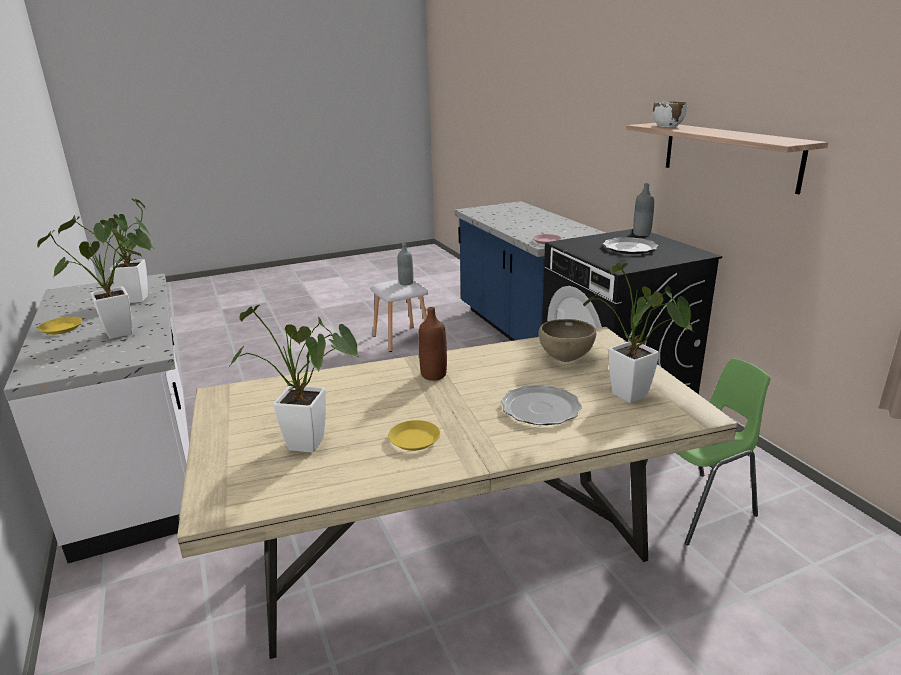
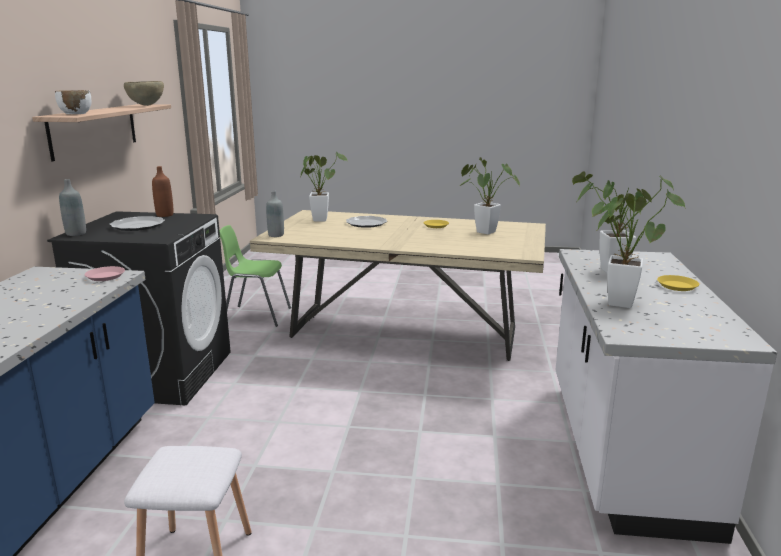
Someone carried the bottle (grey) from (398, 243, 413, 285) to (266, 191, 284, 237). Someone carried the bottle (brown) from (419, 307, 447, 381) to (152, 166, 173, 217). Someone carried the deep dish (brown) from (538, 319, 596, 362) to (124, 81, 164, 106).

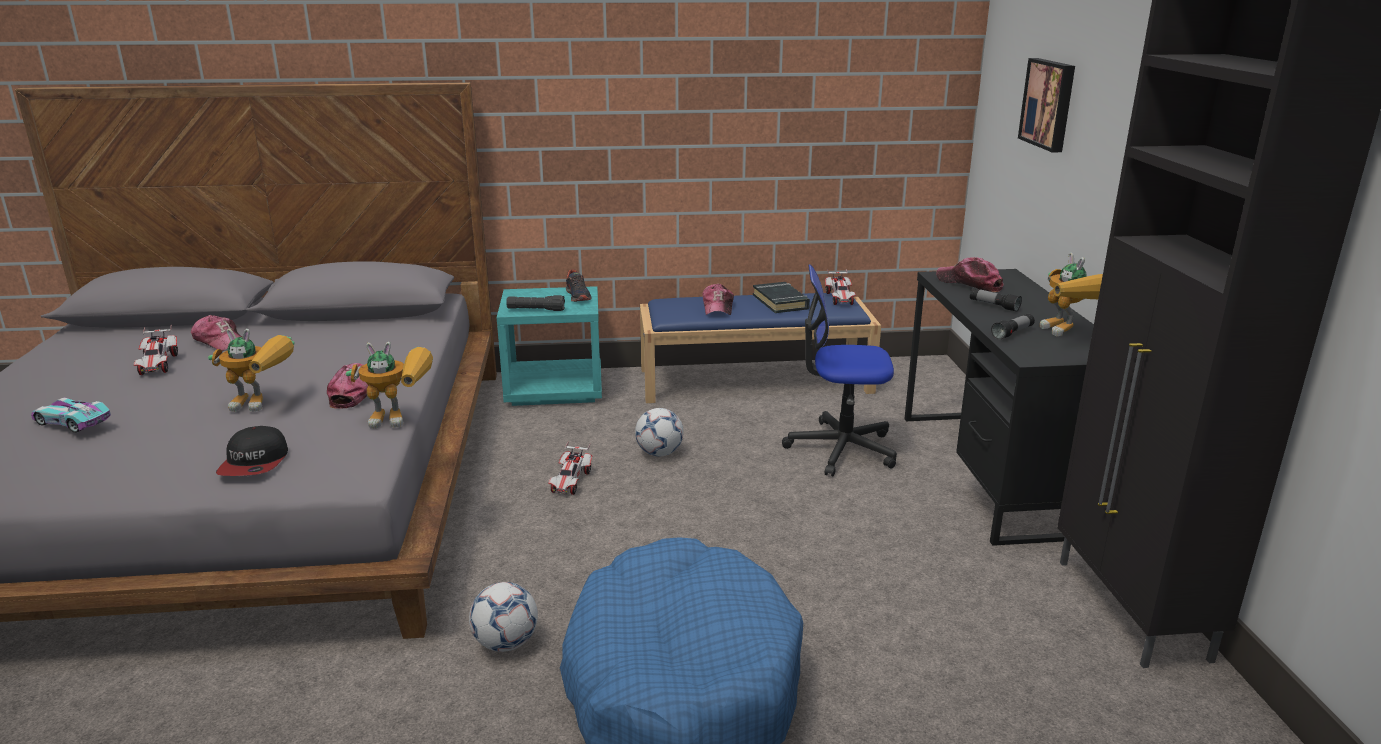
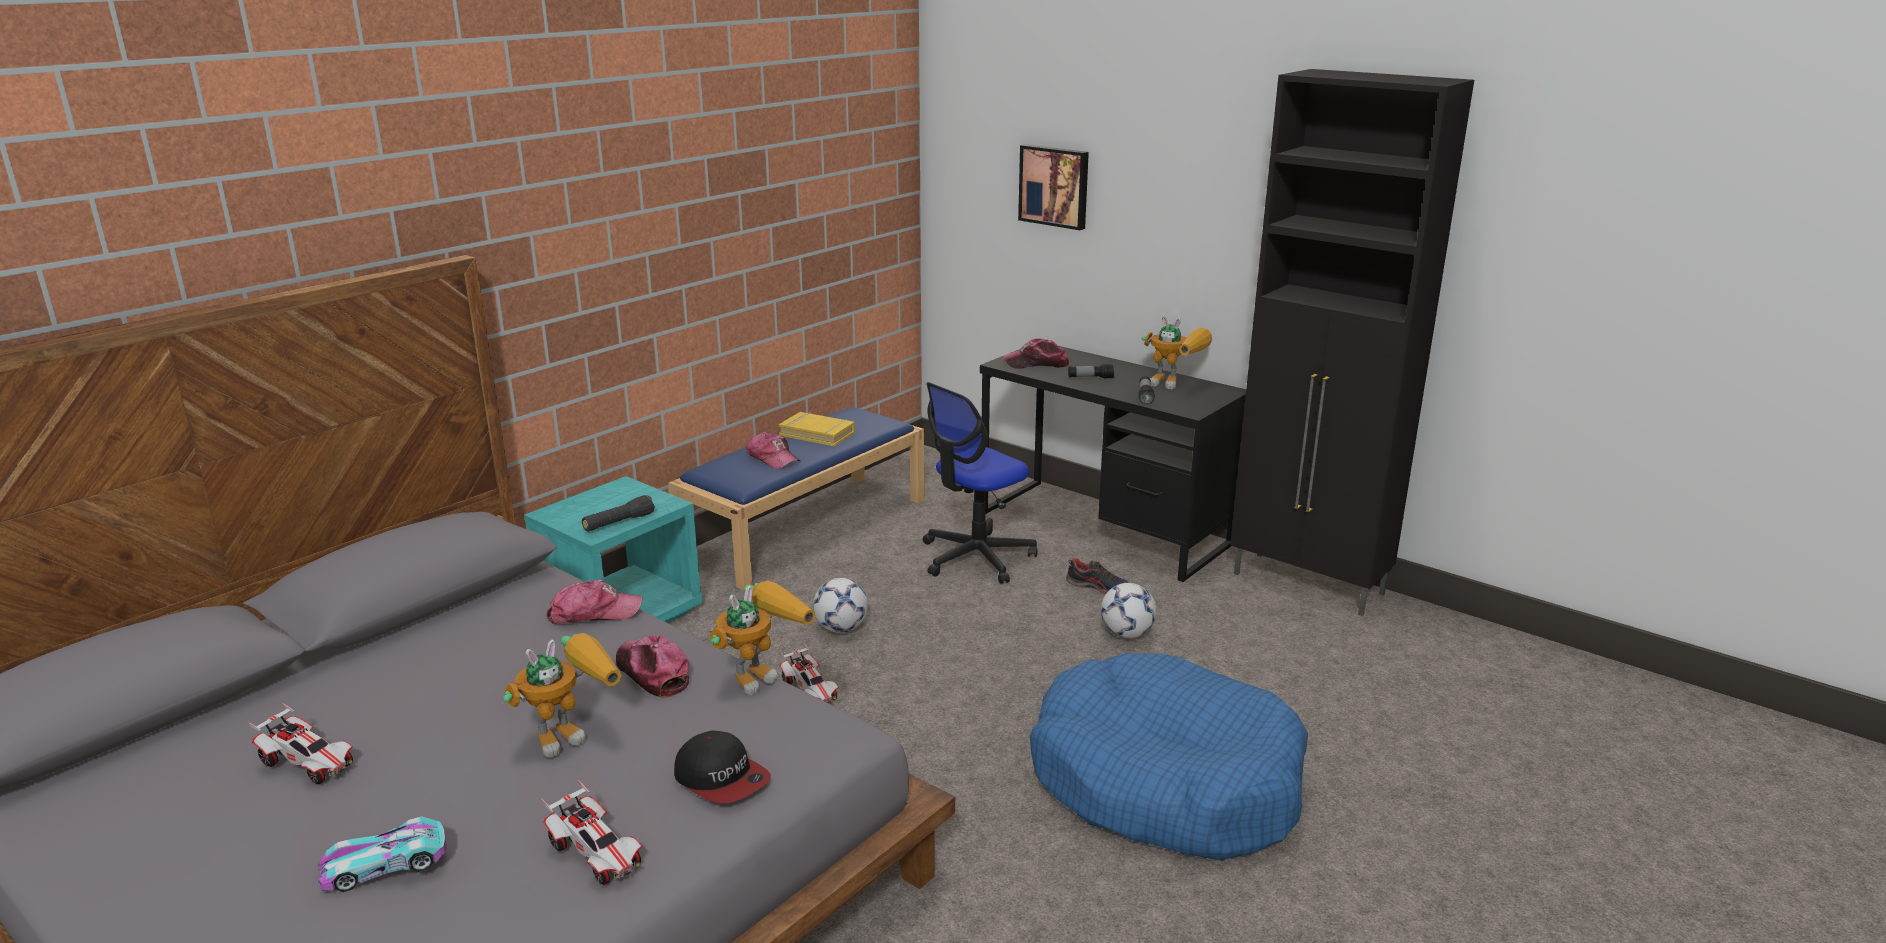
Someone carried the baseball cap from (191, 315, 242, 351) to (546, 579, 642, 624). Someone carried the football from (469, 582, 538, 652) to (1101, 583, 1157, 638). Someone carried the shoe from (566, 270, 591, 302) to (1066, 558, 1129, 594). Someone repainted the volume (blackish) at (753, 282, 810, 313), which became the volume (yellow-coloured) at (779, 412, 855, 446). Someone carried the miniature car from (825, 269, 856, 305) to (541, 780, 642, 885).

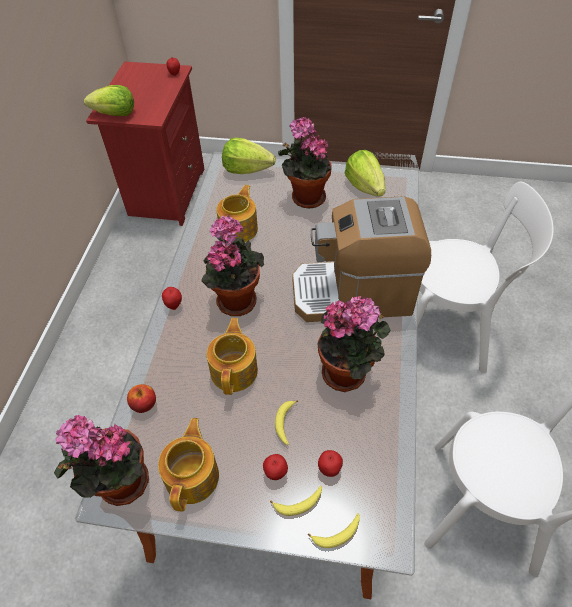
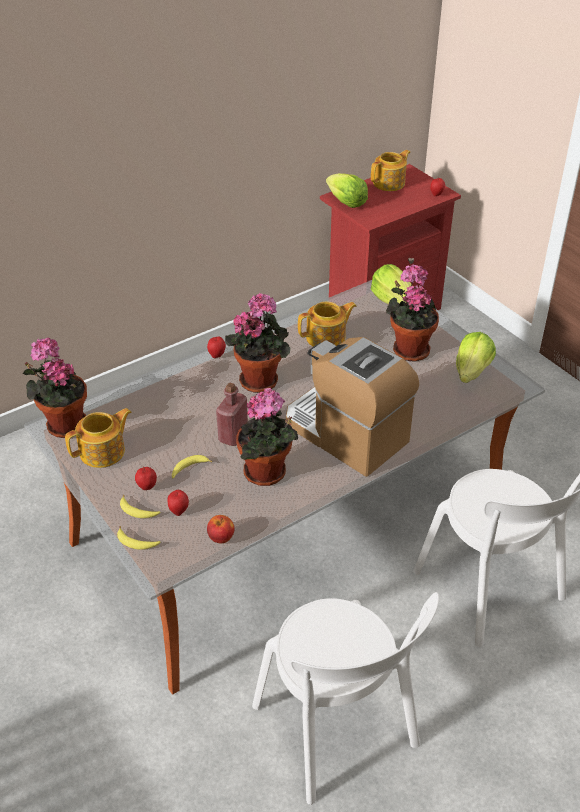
Someone carried the whole apple from (127, 384, 156, 413) to (207, 515, 235, 544). Someone carried the teapot from (207, 318, 258, 395) to (371, 150, 410, 191). Someone put down the bottle (red-coloured) at (216, 383, 248, 446).

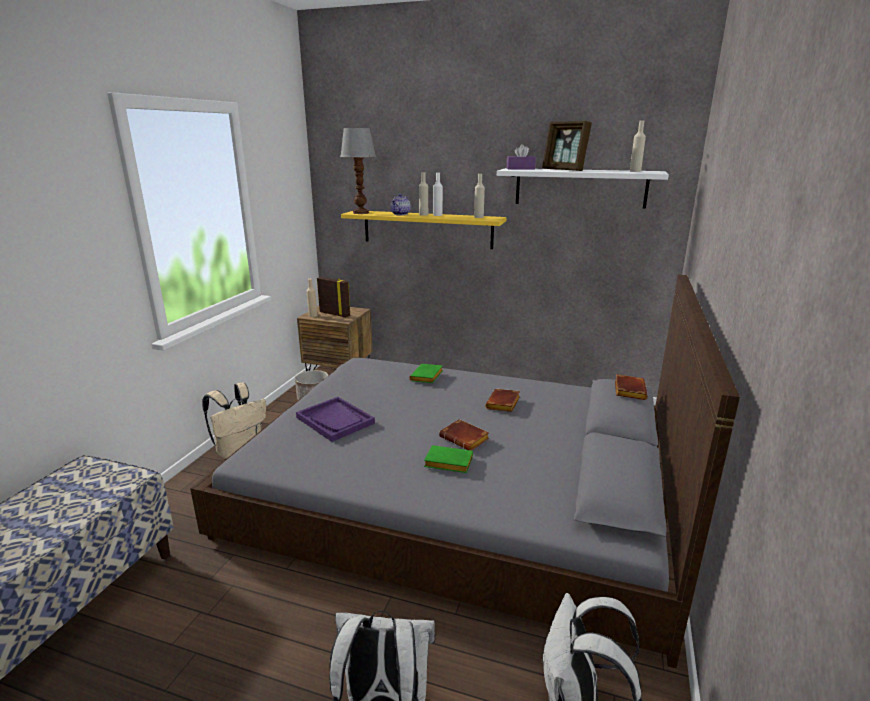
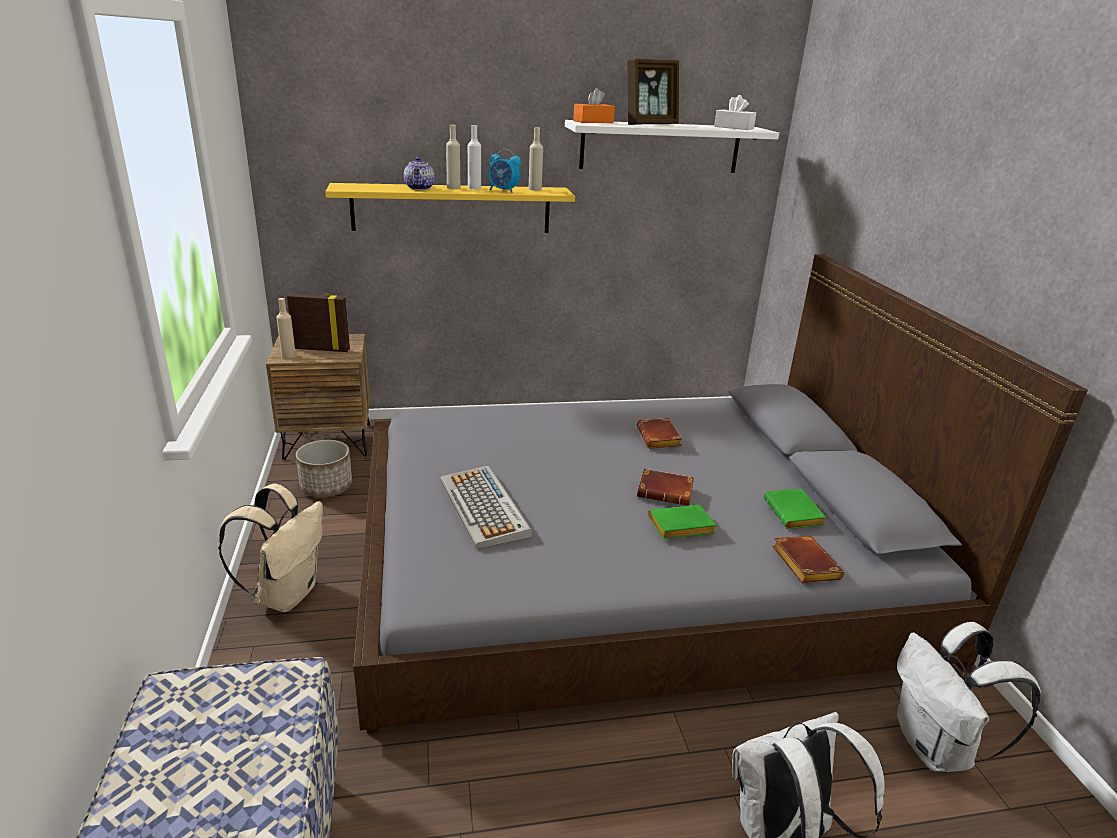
Someone swapped the carrying tray (purplish) at (296, 397, 375, 442) for the keyboard at (440, 465, 532, 549). Someone took away the table lamp at (340, 128, 376, 214). Someone carried the volume (greenish) from (409, 364, 443, 383) to (764, 488, 826, 529). Someone repainted the box of tissues (purplish) at (507, 144, 536, 170), which became the box of tissues (orangey) at (573, 88, 615, 123). Someone rotated the standing frame at (542, 121, 592, 171) by 60 degrees counterclockwise. Someone carried the volume (brown) from (615, 374, 648, 400) to (772, 536, 844, 583). Someone swapped the bottle (beige) at (630, 120, 646, 172) for the box of tissues (white) at (714, 95, 756, 130). Someone put down the bedside clock at (488, 149, 521, 193).

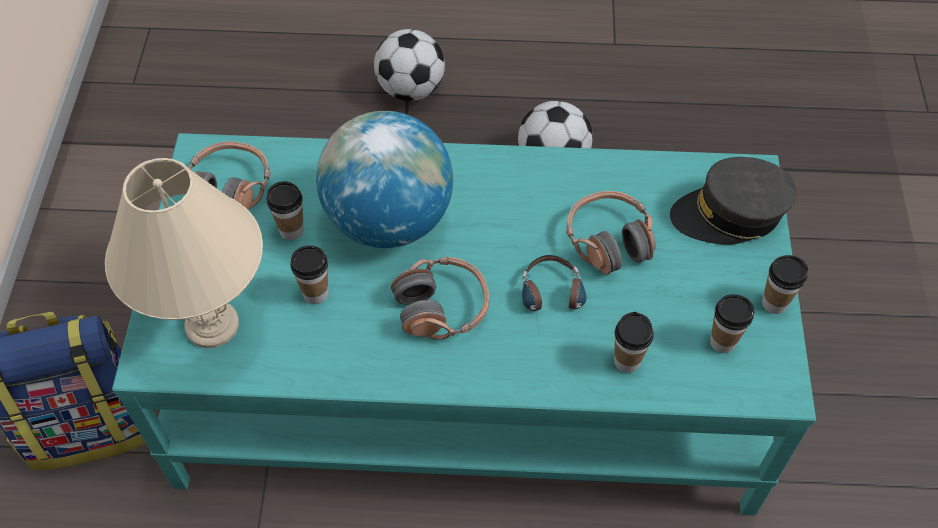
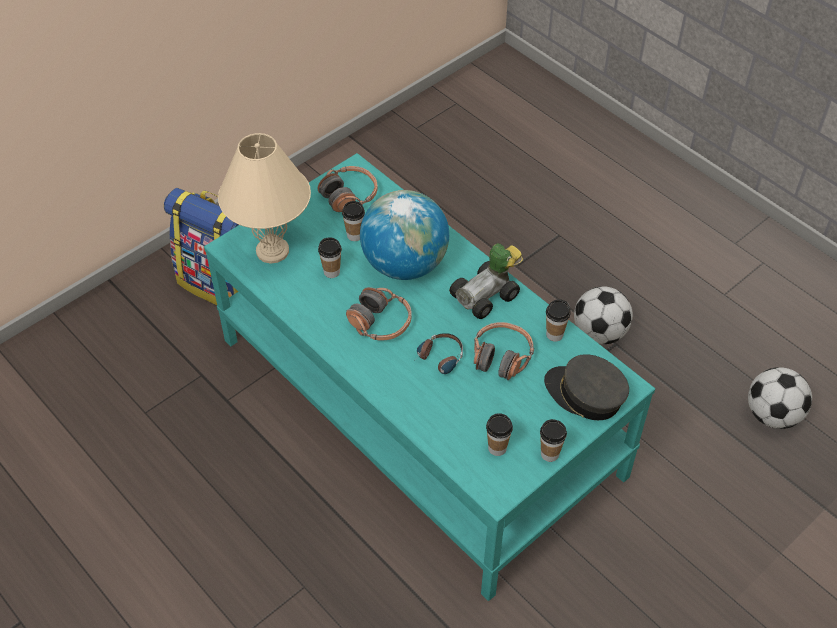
Someone carried the football from (374, 29, 445, 101) to (748, 367, 812, 429). Someone carried the drinking cup from (614, 312, 654, 373) to (546, 299, 571, 342). Someone put down the miniature car at (449, 243, 523, 319).

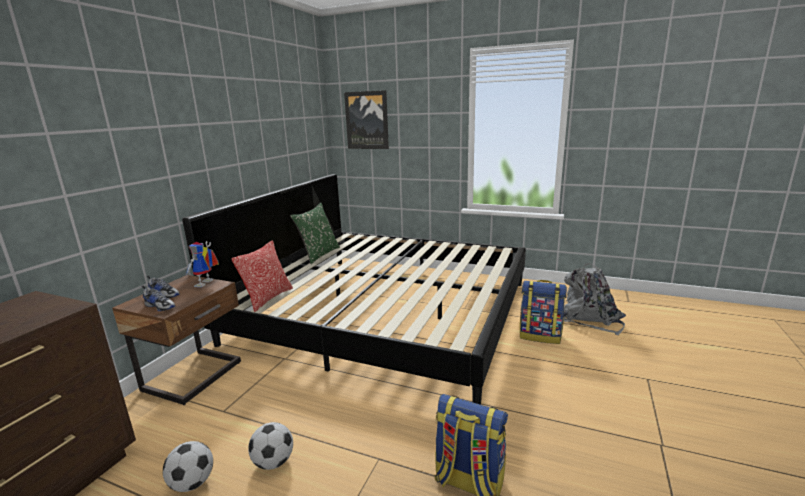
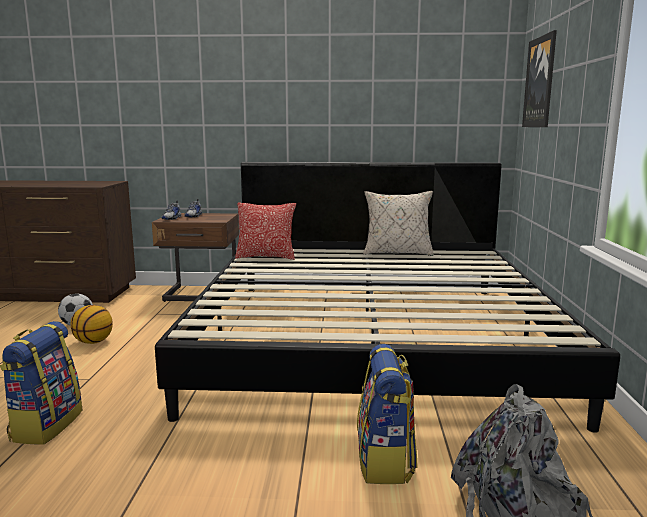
Someone took away the robot figure at (185, 241, 219, 287). Someone swapped the football at (248, 422, 293, 470) for the ball for basketball at (71, 305, 113, 344). Someone repainted the throw pillow (greenish) at (290, 203, 340, 264), which became the throw pillow (beige) at (363, 191, 434, 256).

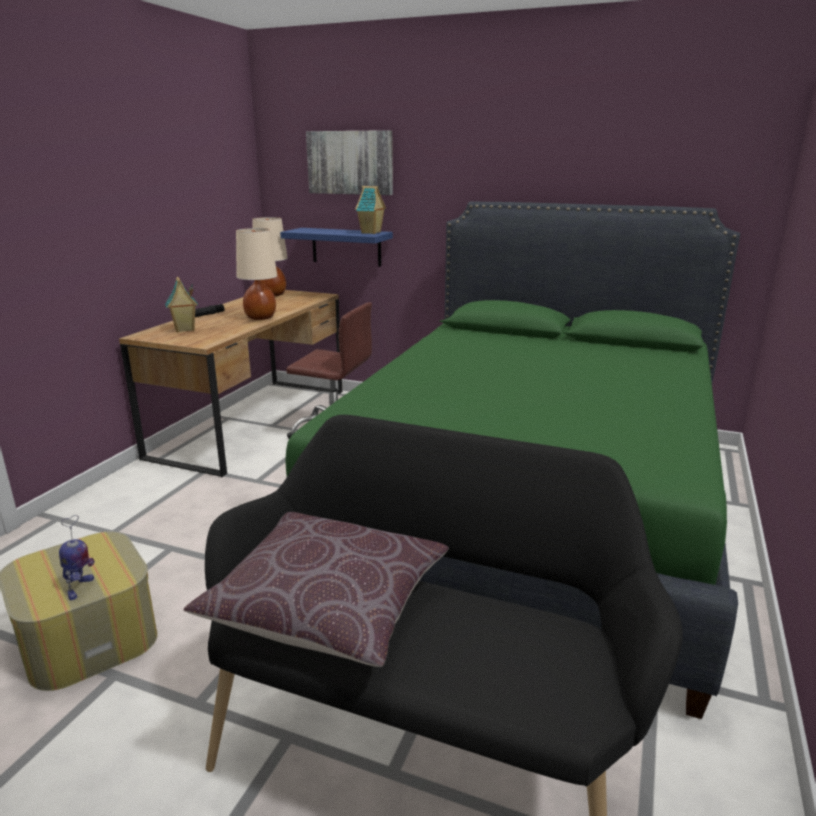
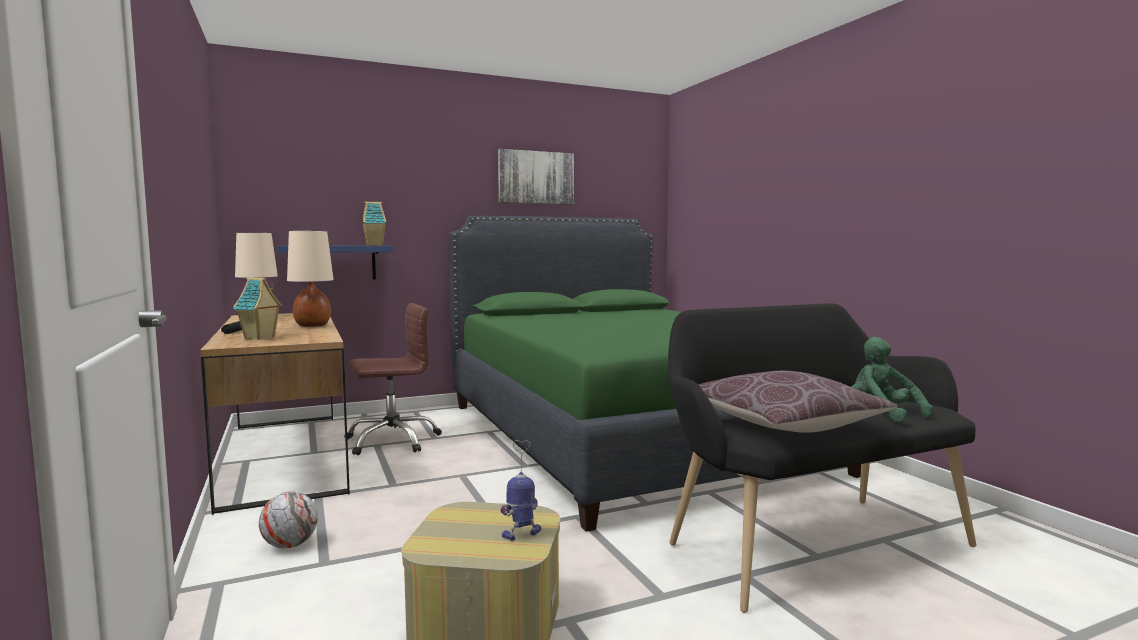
Someone rotated the robot figure at (59, 515, 95, 600) by 75 degrees counterclockwise. Someone carried the wall art from (306, 130, 393, 195) to (498, 149, 574, 205). Someone put down the football at (259, 492, 318, 548). Someone put down the plush toy (greenish) at (851, 337, 933, 423).

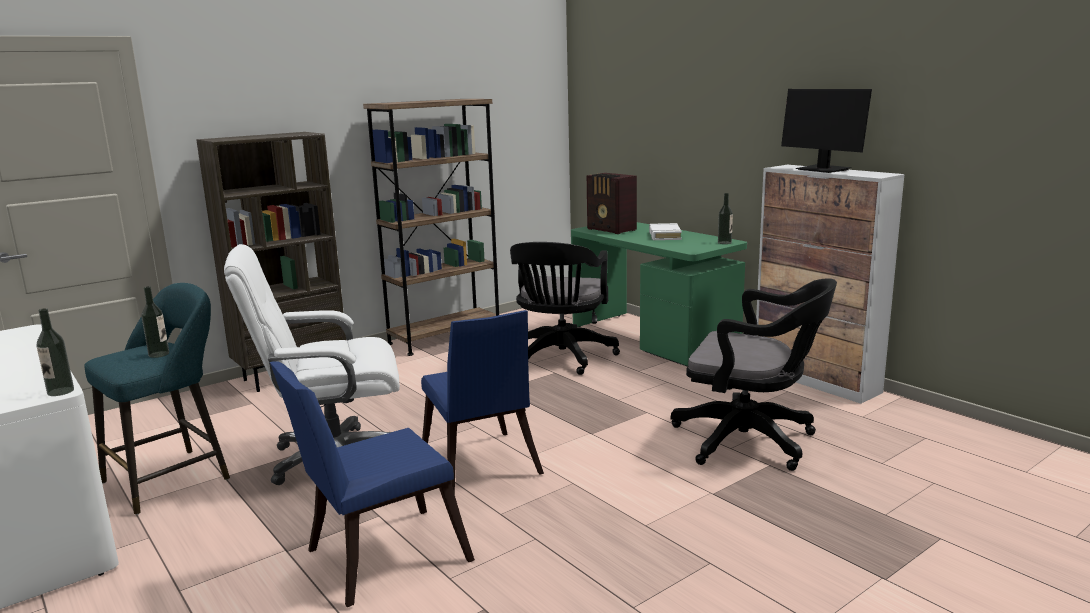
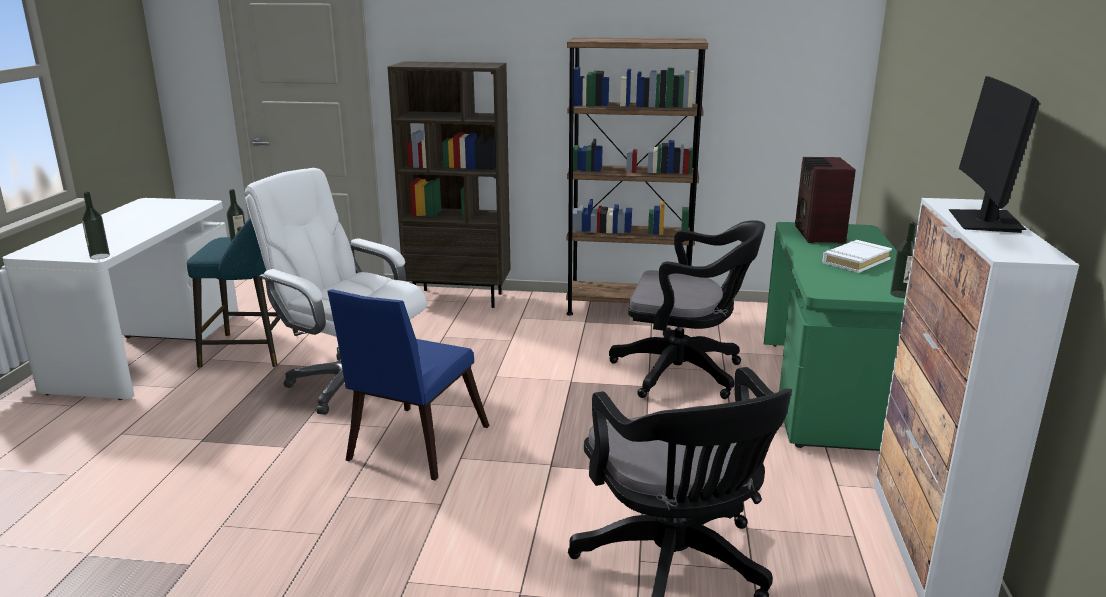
Someone took away the chair (blue) at (270, 361, 475, 607). Someone rotated the computer chair (blackish) at (510, 242, 620, 375) by 135 degrees counterclockwise.

